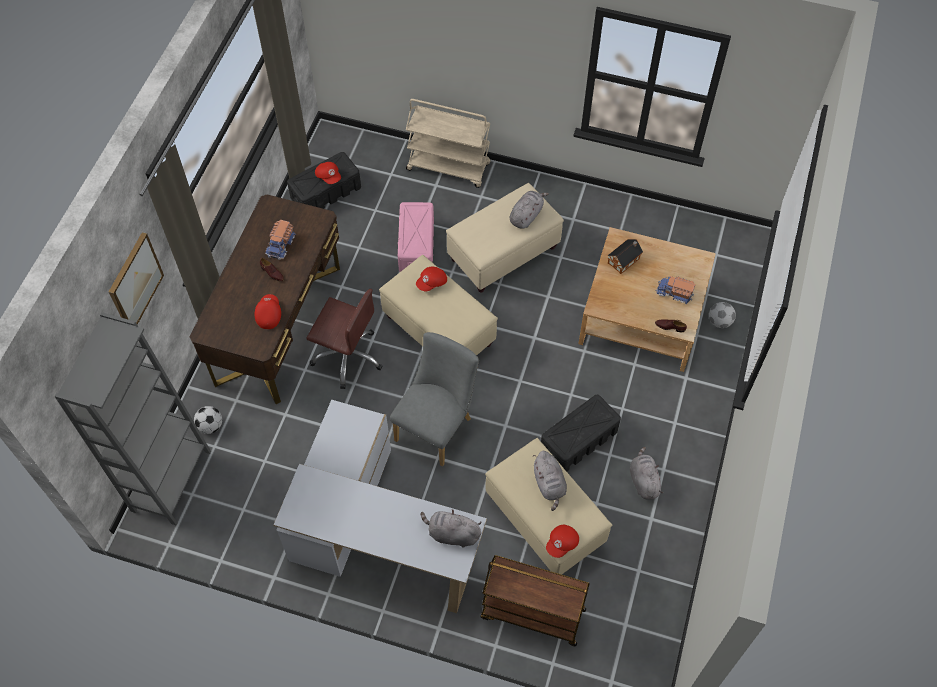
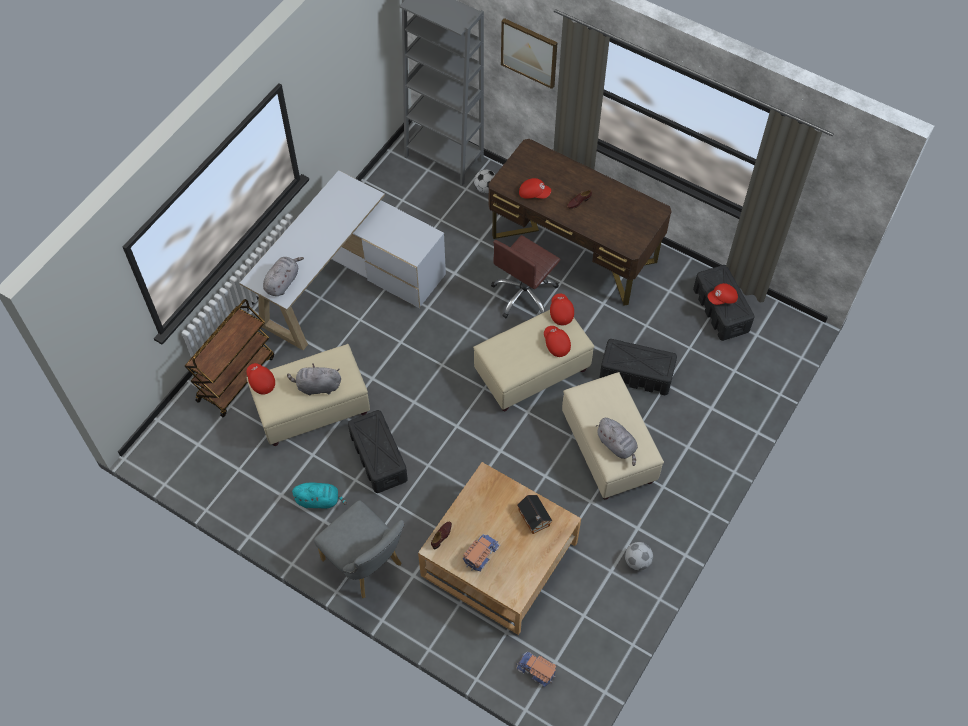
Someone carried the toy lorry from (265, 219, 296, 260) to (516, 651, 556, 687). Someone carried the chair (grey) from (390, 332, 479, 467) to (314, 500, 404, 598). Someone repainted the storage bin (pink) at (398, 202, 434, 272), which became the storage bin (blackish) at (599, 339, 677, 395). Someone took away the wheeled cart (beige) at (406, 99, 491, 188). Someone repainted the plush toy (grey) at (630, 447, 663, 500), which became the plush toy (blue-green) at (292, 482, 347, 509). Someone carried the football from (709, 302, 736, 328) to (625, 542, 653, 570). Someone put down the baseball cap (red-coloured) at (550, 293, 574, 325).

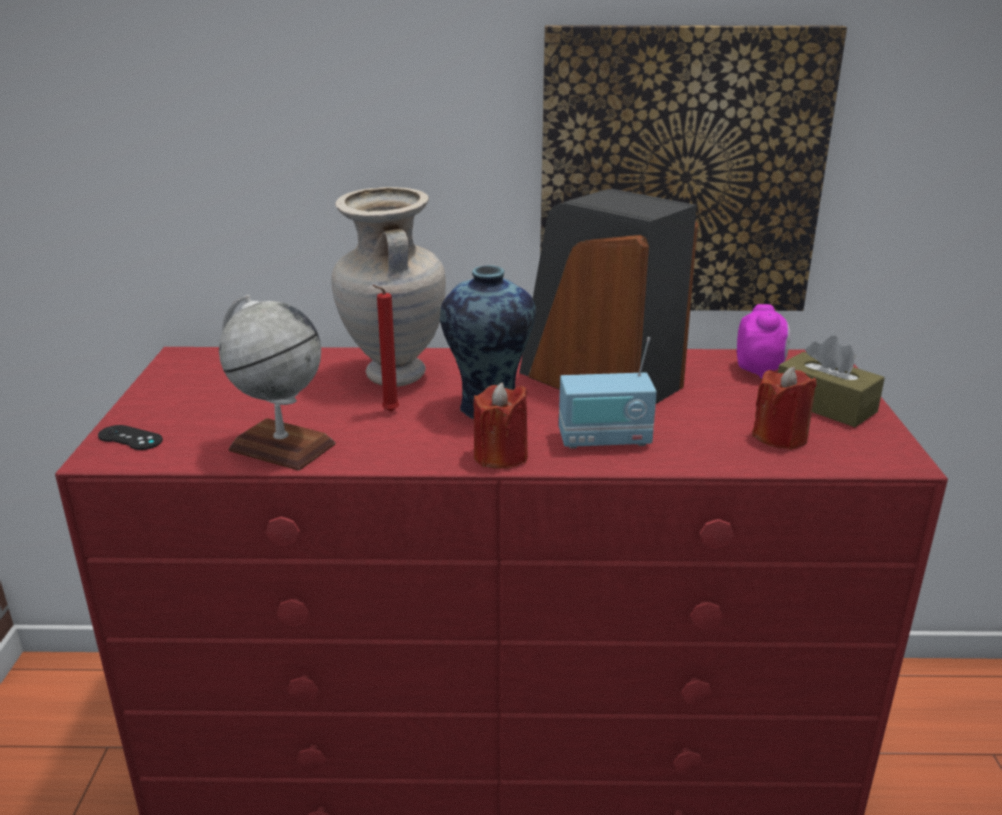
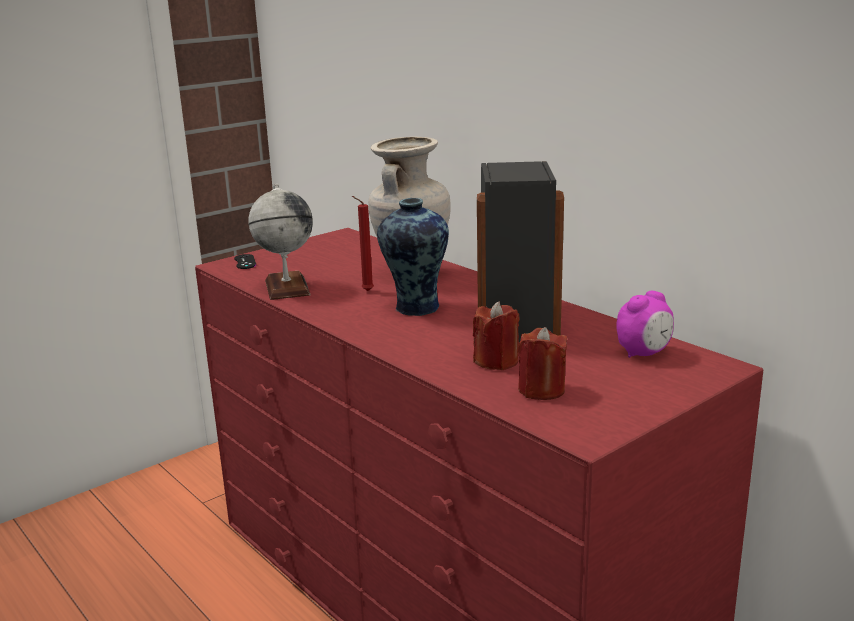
Someone carried the wax candle (red-coloured) from (473, 382, 528, 469) to (473, 301, 520, 370). Someone took away the wall art at (540, 25, 847, 311). Someone took away the radio at (559, 337, 657, 449). Someone took away the box of tissues (brown) at (778, 336, 885, 427).

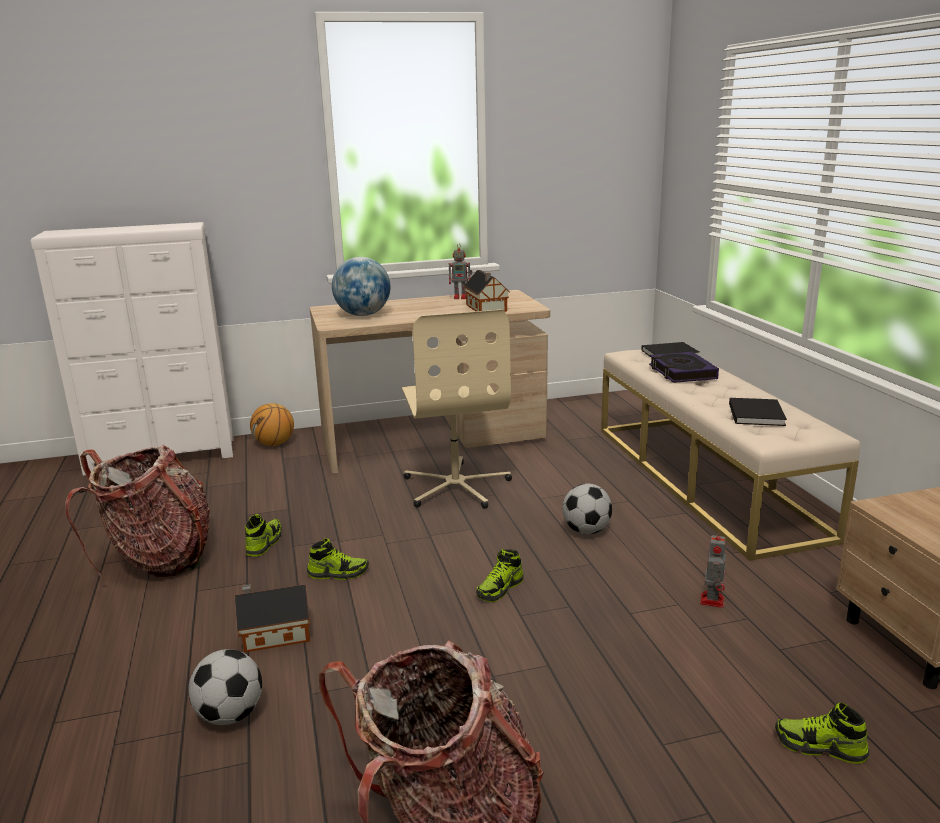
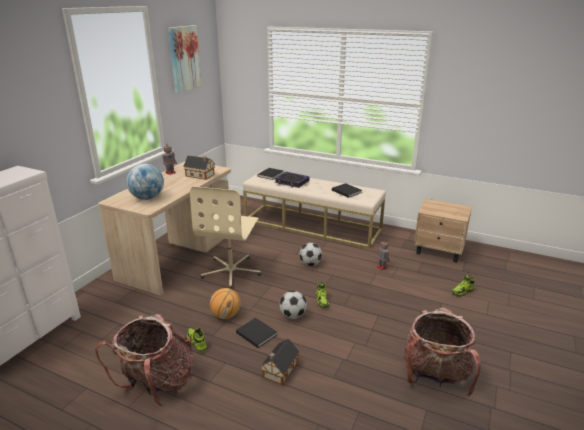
Someone carried the football from (188, 649, 262, 725) to (279, 291, 307, 319). Someone carried the ball for basketball from (250, 403, 294, 446) to (210, 288, 241, 319). Someone swapped the shoe at (307, 538, 369, 580) for the volume (blackish) at (236, 318, 277, 348). Someone rotated the computer chair (beige) at (402, 310, 512, 509) by 75 degrees clockwise. Someone put up the wall art at (168, 25, 202, 93).

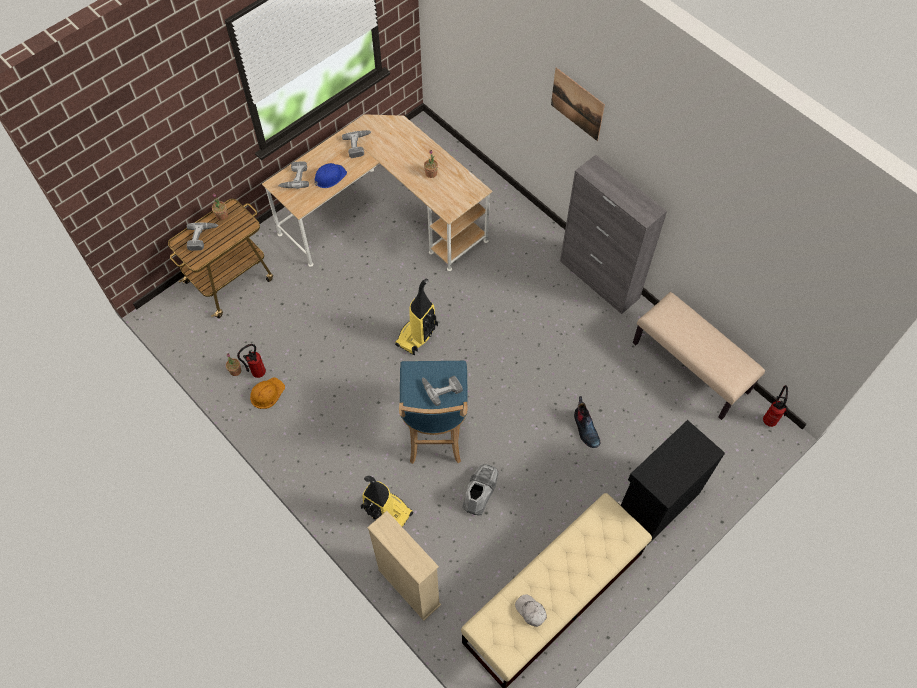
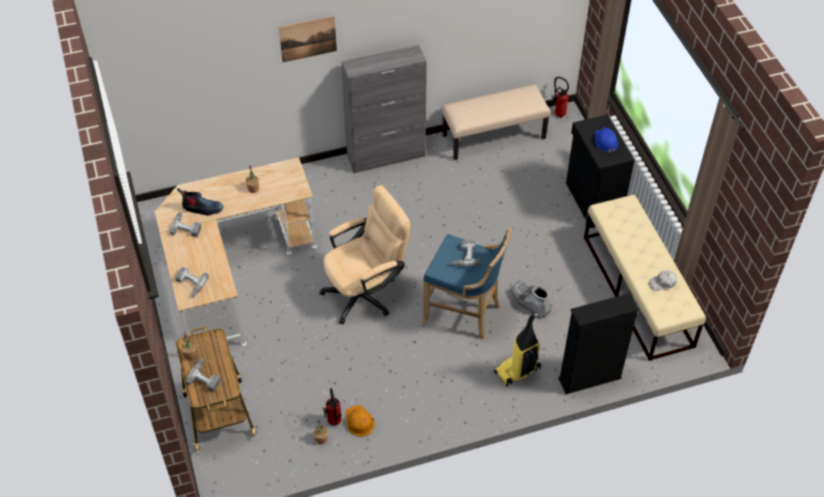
Someone carried the hard hat (blue) from (314, 163, 347, 188) to (595, 127, 618, 153). Someone repainted the shelving unit (beige) at (367, 511, 441, 621), which became the shelving unit (blackish) at (558, 293, 639, 394). Someone swapped the hoover at (395, 279, 438, 355) for the computer chair (beige) at (319, 185, 411, 324). Someone carried the boot from (574, 396, 600, 448) to (177, 188, 223, 215).

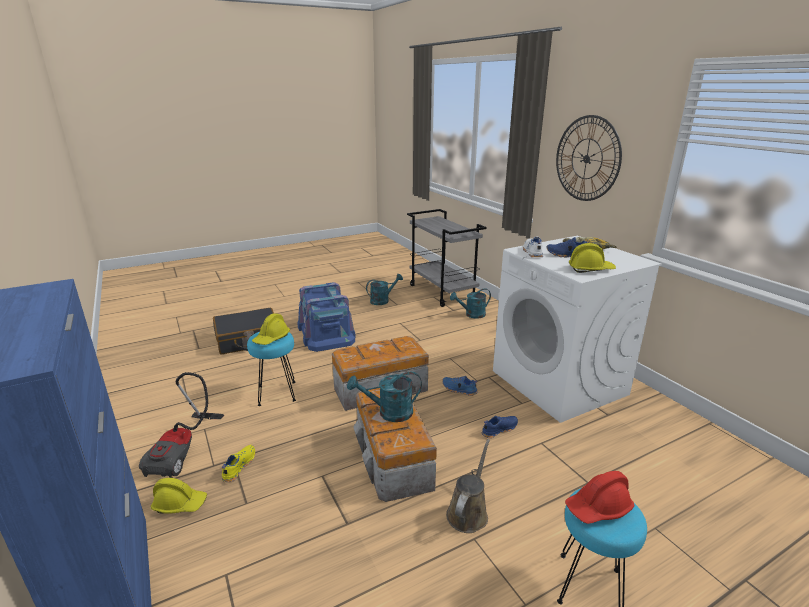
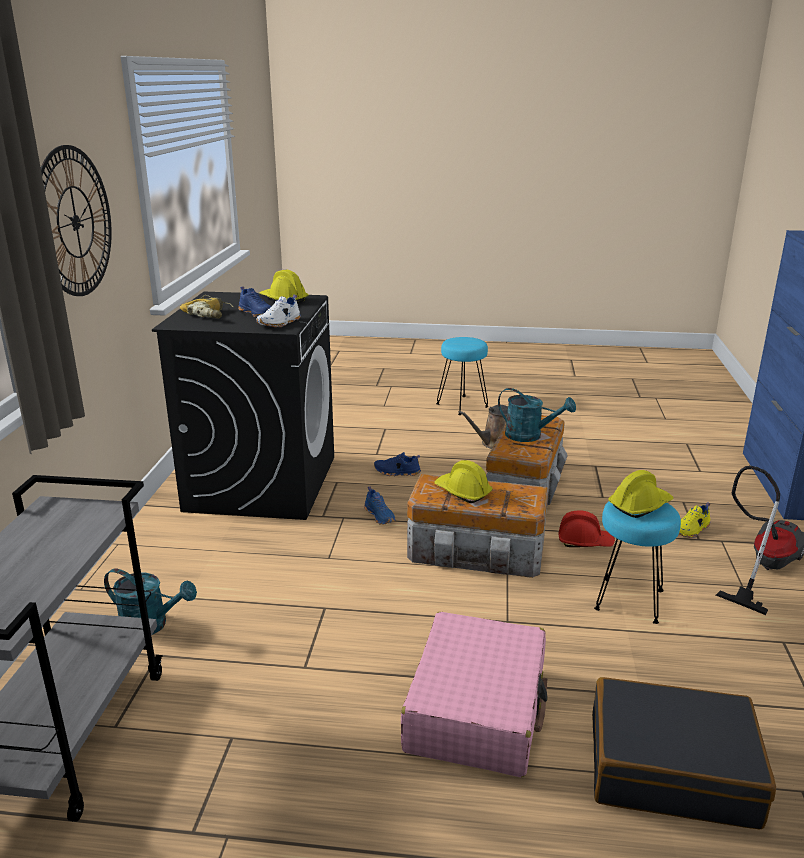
Someone carried the hard hat (yellow-coloured) from (151, 478, 207, 514) to (434, 460, 492, 503). Someone swapped the storage bin (blue) at (298, 282, 356, 352) for the piece of luggage (pink) at (401, 612, 547, 777). Someone took away the sprinkling can (blue-green) at (366, 274, 403, 305). Someone repainted the laundry appliance (white) at (493, 236, 662, 423), which became the laundry appliance (blackish) at (152, 292, 334, 520). Someone carried the hard hat (red-coloured) from (565, 471, 635, 524) to (558, 510, 615, 547).

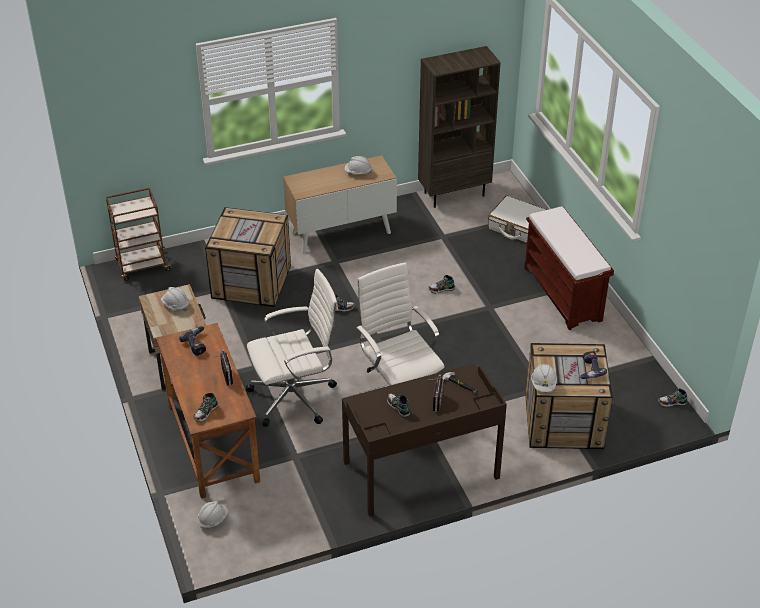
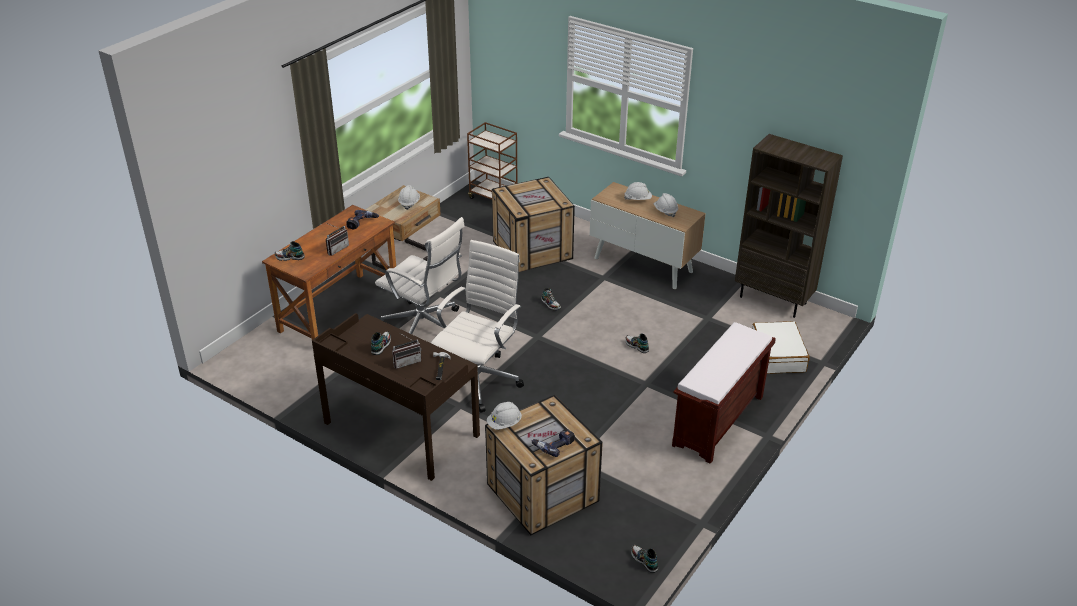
Someone carried the hard hat (white) from (197, 501, 228, 531) to (624, 182, 652, 200).

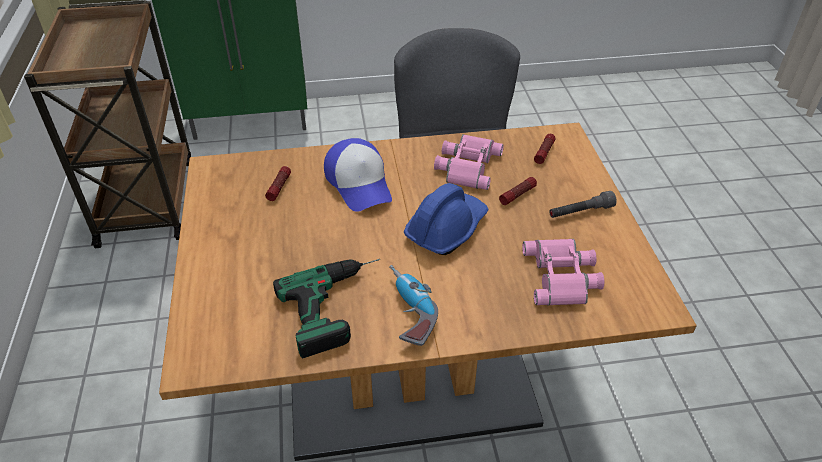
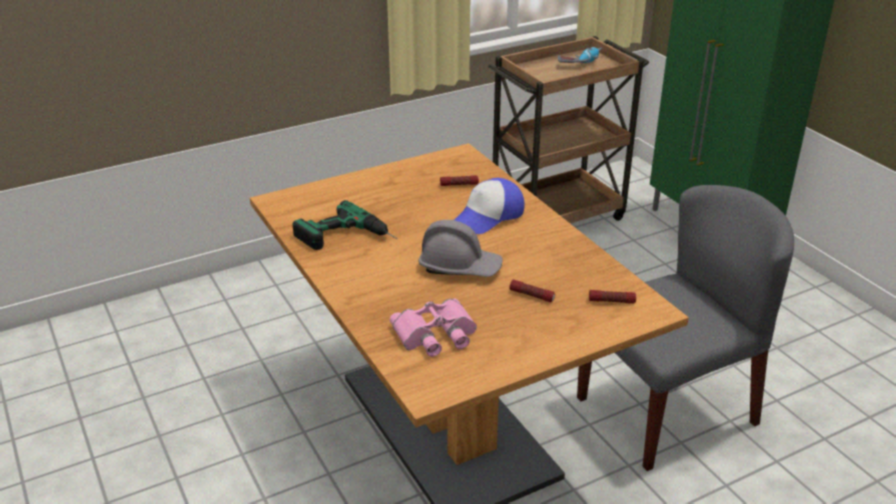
Someone carried the drill from (389, 265, 438, 346) to (558, 47, 602, 63). Someone repainted the hard hat (blue) at (404, 183, 489, 255), which became the hard hat (grey) at (418, 220, 503, 277). Someone took away the binoculars (pink) at (434, 134, 504, 190). Someone took away the flashlight (grey) at (549, 191, 617, 218).

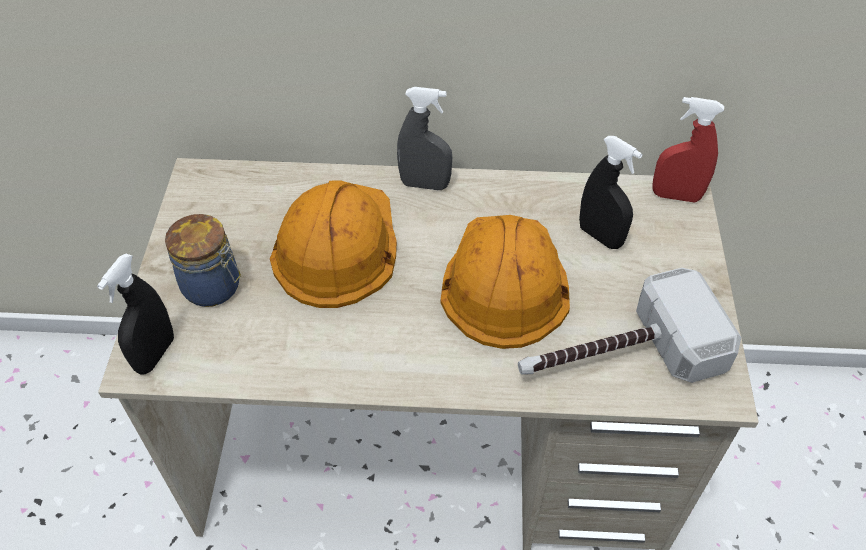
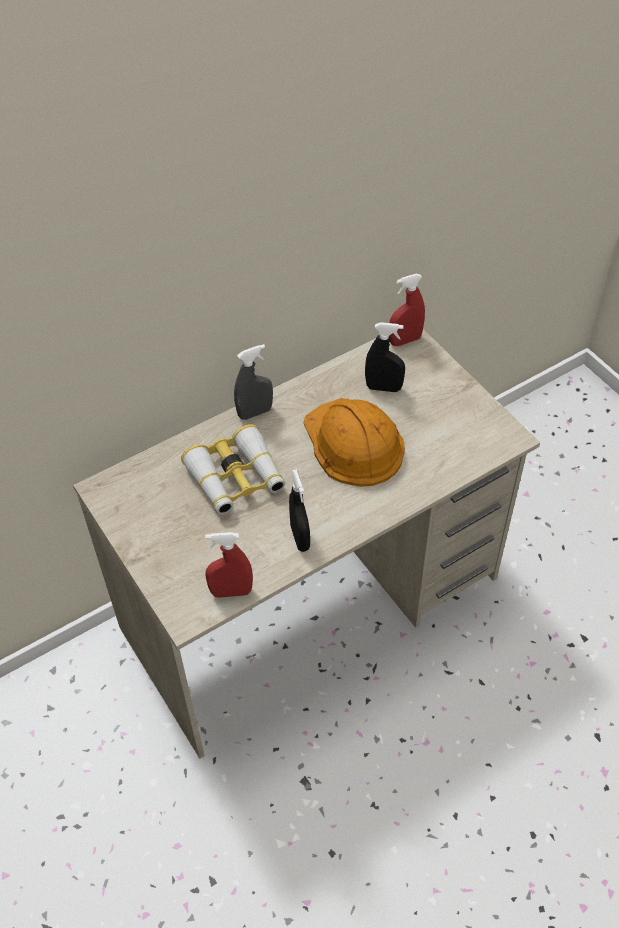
Someone carried the hand sprayer (blackish) from (97, 254, 174, 374) to (289, 469, 310, 552). Someone took away the jar at (165, 214, 241, 307). Someone swapped the hard hat (orangey) at (270, 180, 397, 308) for the binoculars at (181, 424, 285, 515). Someone took away the hammer at (518, 268, 741, 383). Someone put down the hand sprayer (red-coloured) at (205, 532, 253, 598).

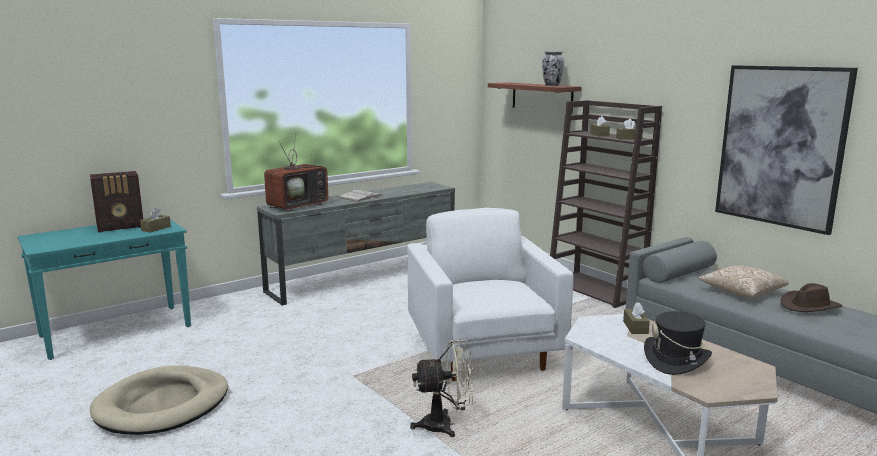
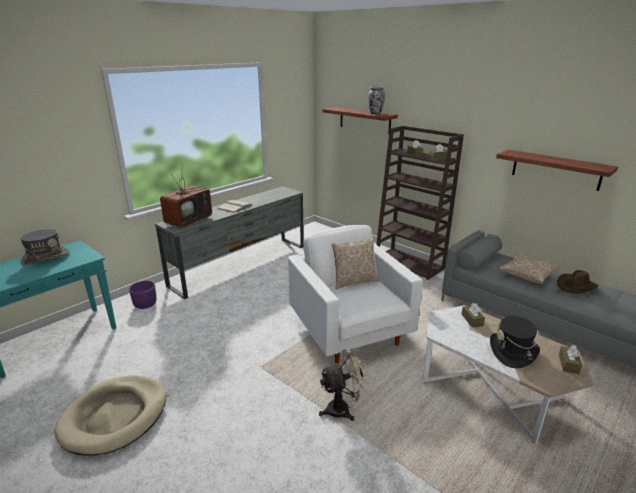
Someone swapped the radio at (90, 171, 143, 232) for the wearable hat (grey) at (20, 229, 70, 265). Someone carried the box of tissues (brown) from (140, 208, 171, 233) to (559, 345, 582, 374). Someone swapped the wall art at (715, 65, 858, 235) for the wall shelf at (496, 150, 618, 191). Someone put down the flower pot (purplish) at (129, 280, 156, 309). Someone put down the throw pillow at (332, 237, 379, 289).

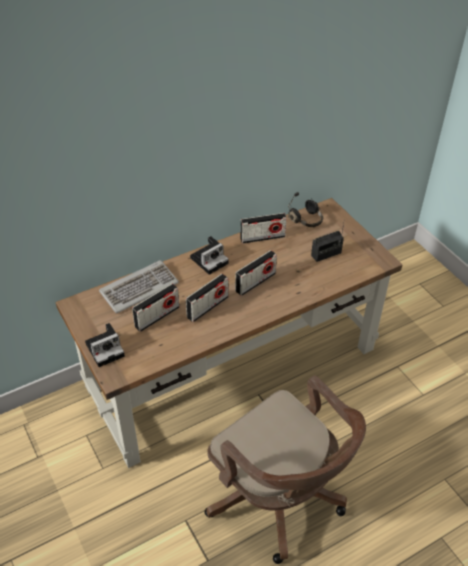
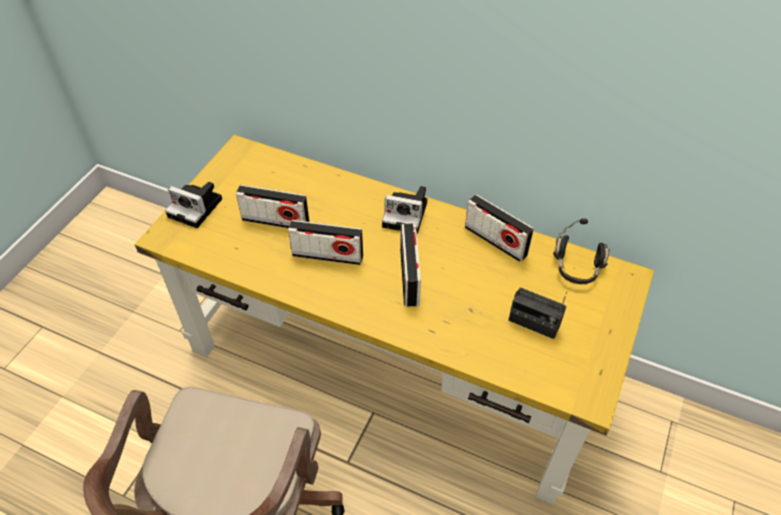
Someone repainted the desk (brown) at (55, 198, 403, 468), which became the desk (yellow-coloured) at (134, 135, 654, 505). Someone took away the keyboard at (99, 260, 179, 313). Someone rotated the radio at (235, 250, 277, 296) by 105 degrees counterclockwise.

